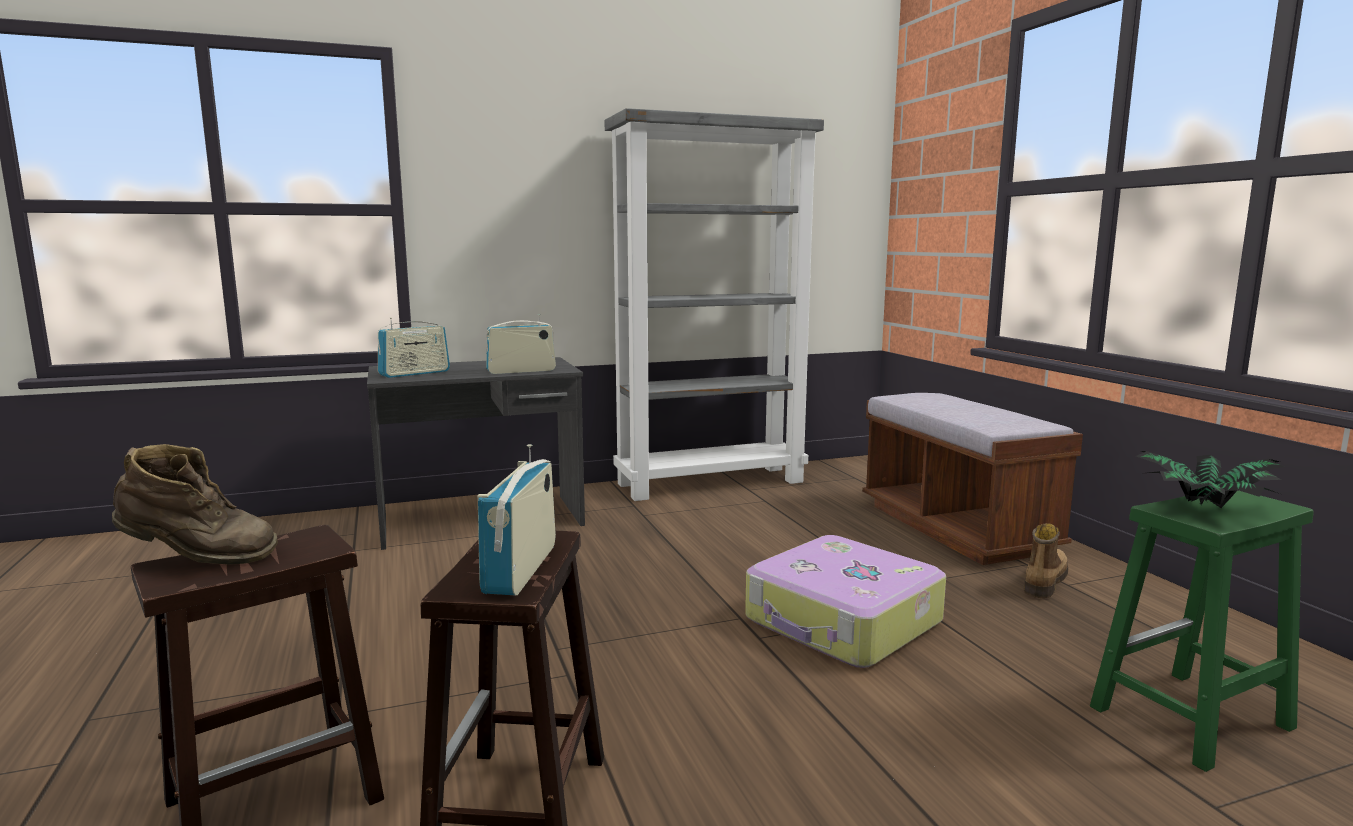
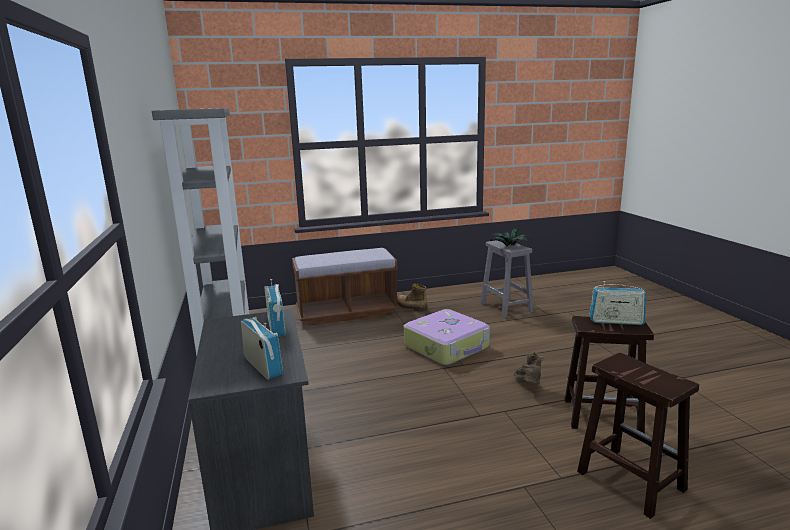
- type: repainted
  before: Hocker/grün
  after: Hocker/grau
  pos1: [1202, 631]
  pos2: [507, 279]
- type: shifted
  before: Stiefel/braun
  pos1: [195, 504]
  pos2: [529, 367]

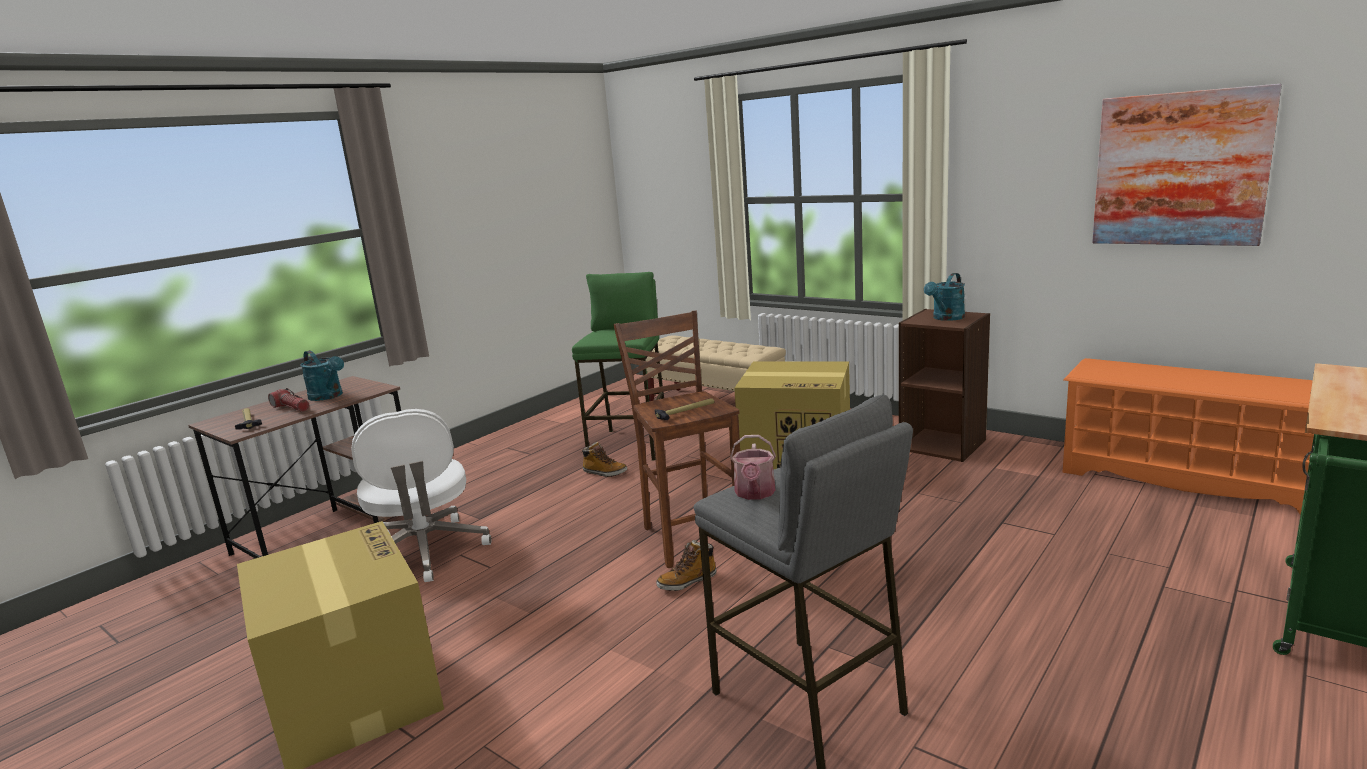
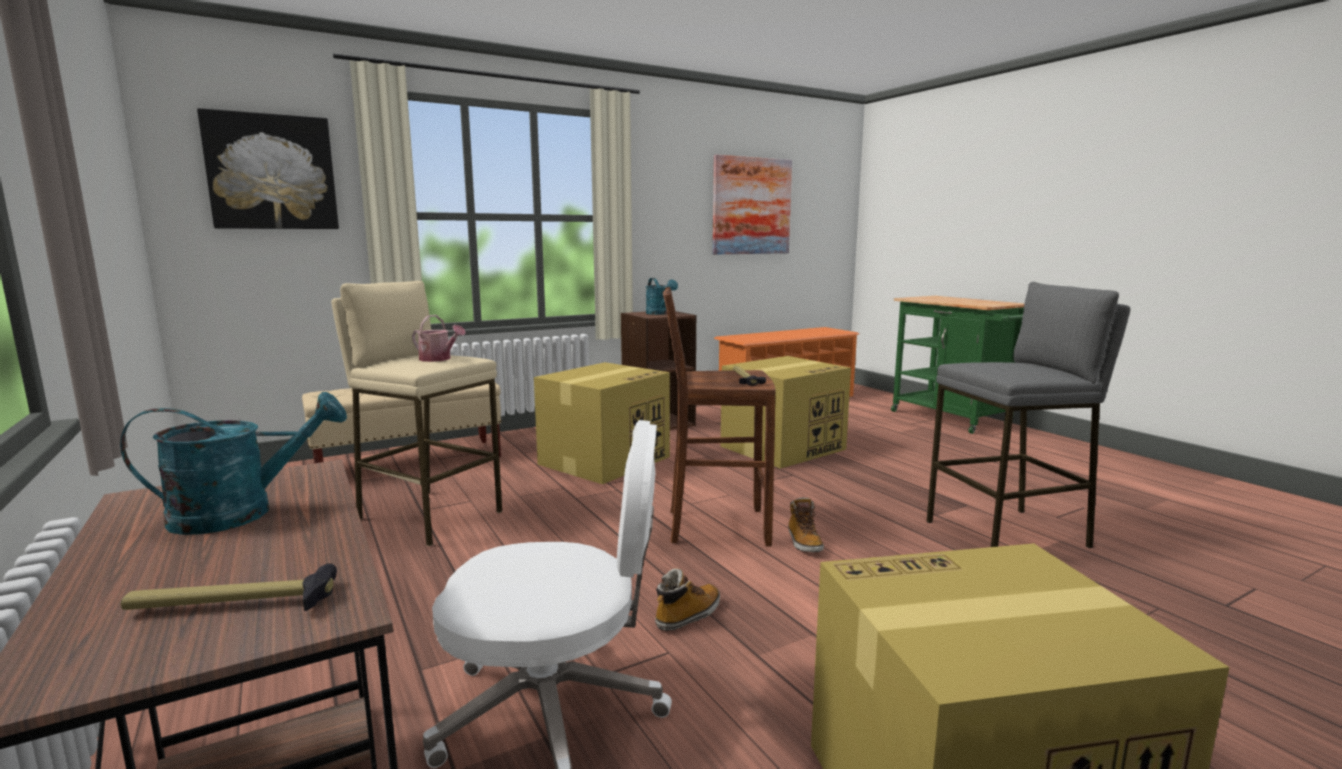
- type: new
  after: Bild
  pos2: [268, 168]
- type: repainted
  before: Hocker/grün
  after: Hocker/beige
  pos1: [618, 366]
  pos2: [416, 413]
- type: shifted
  before: Gießkanne
  pos1: [753, 467]
  pos2: [439, 338]
- type: shifted
  before: Stiefel
  pos1: [604, 459]
  pos2: [687, 599]
- type: new
  after: Karton
  pos2: [785, 412]
- type: gone
  before: Taschenlampe
  pos1: [288, 400]

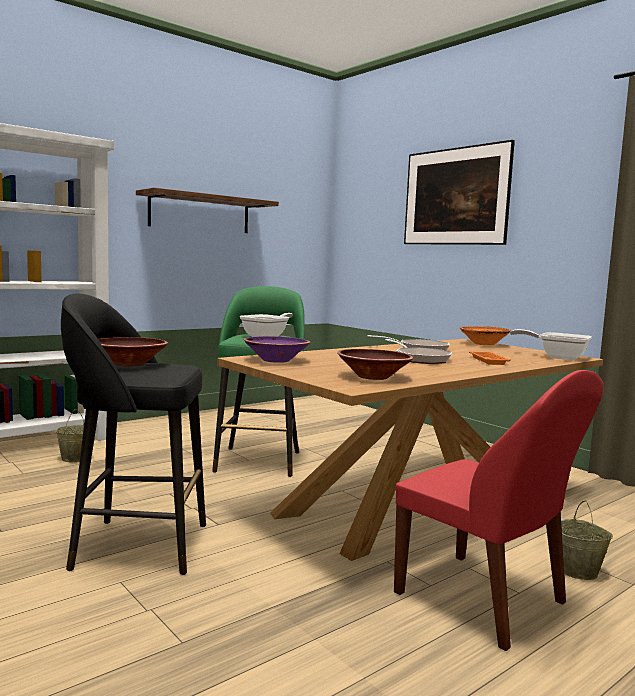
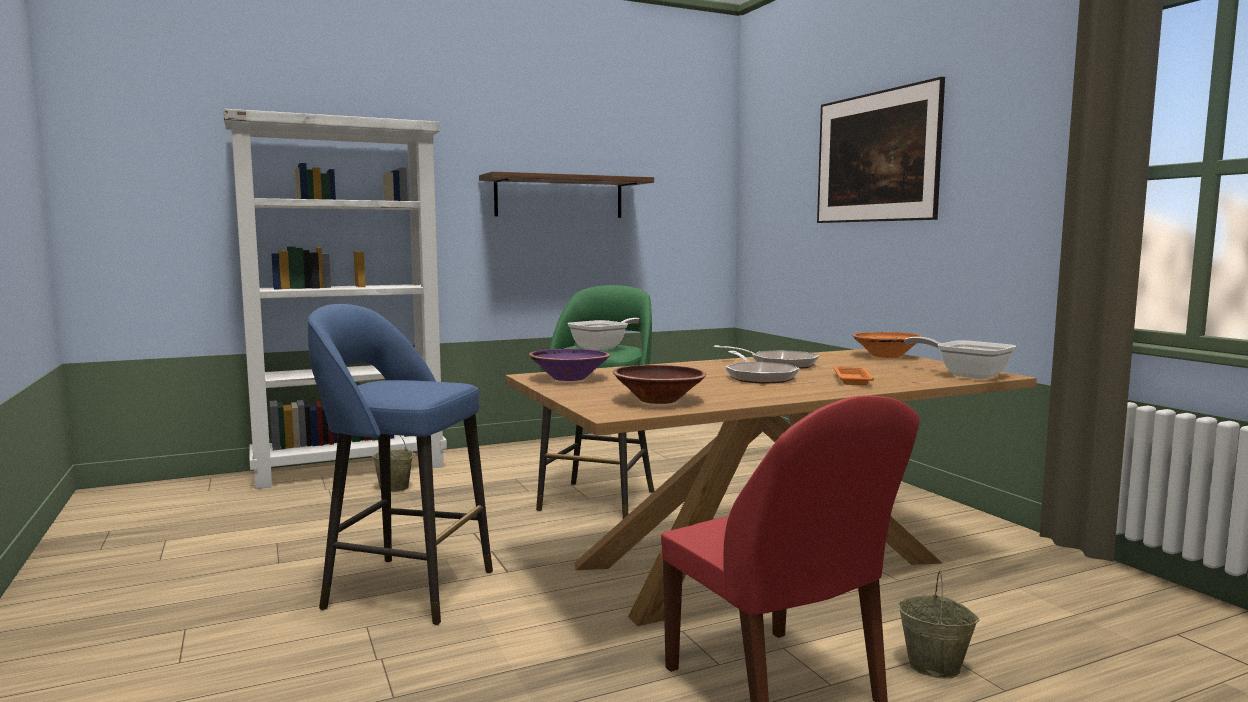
- type: repainted
  before: Hocker/schwarz
  after: Hocker/blau
  pos1: [133, 434]
  pos2: [400, 464]
- type: gone
  before: Schüssel/braun
  pos1: [133, 351]

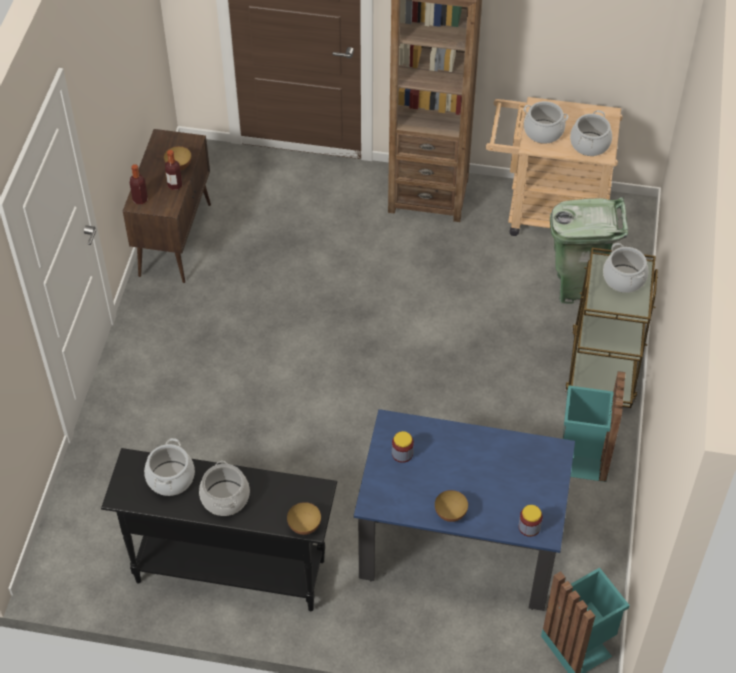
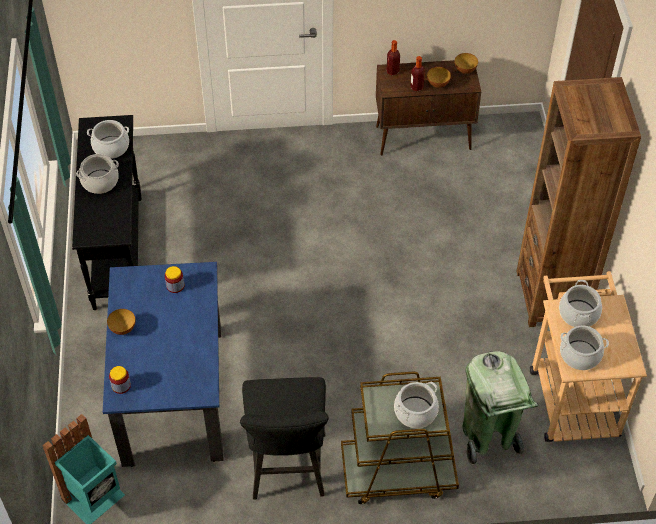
- type: swapped
  before: Mülleimer/türkis
  after: Hocker/schwarz
  pos1: [594, 426]
  pos2: [284, 438]
- type: shifted
  before: Schüssel
  pos1: [304, 518]
  pos2: [466, 63]

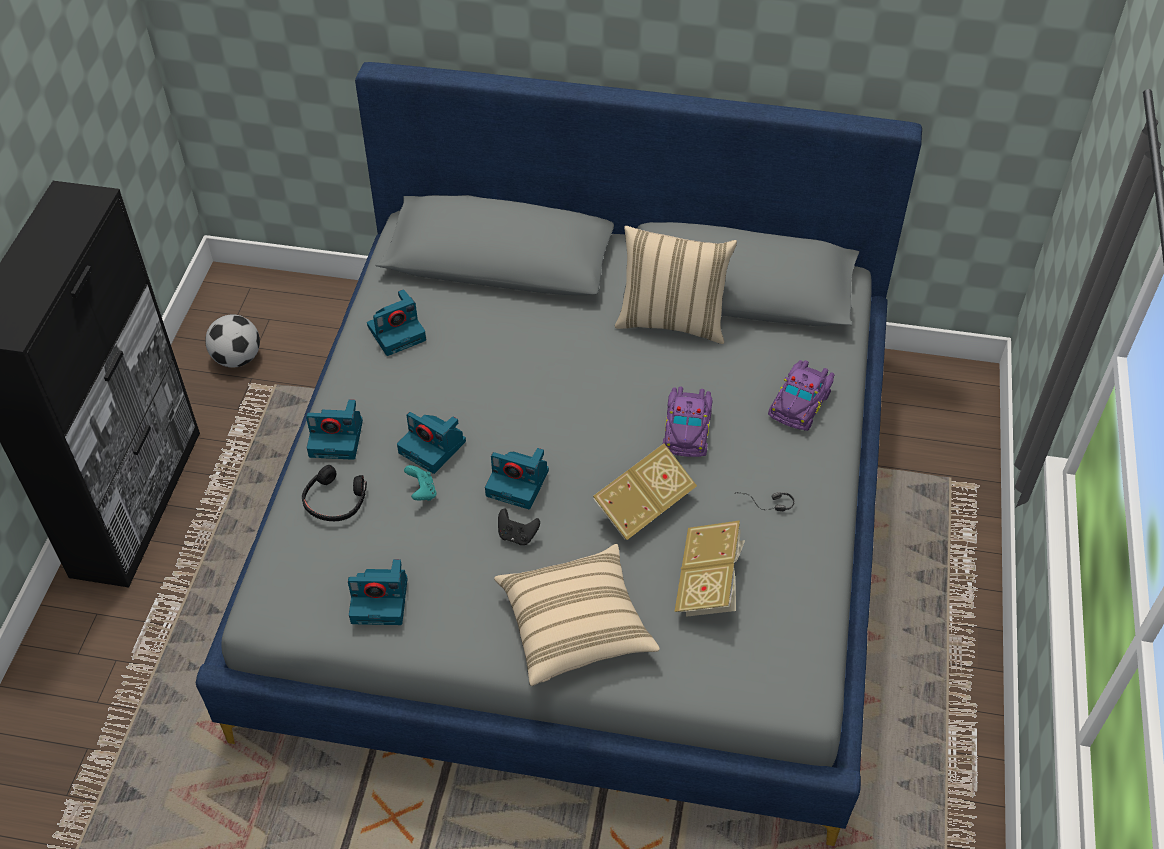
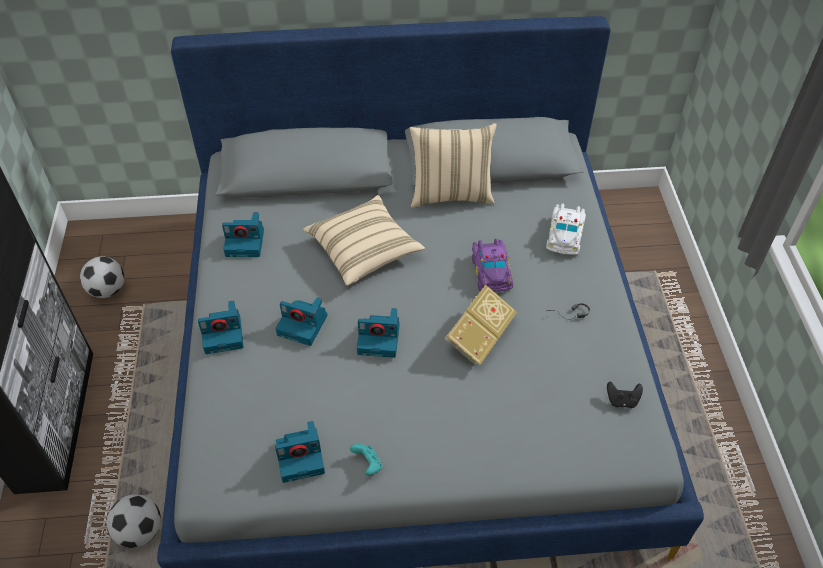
- type: new
  after: Fußball
  pos2: [133, 521]
- type: rotated
  before: Kamera
  pos1: [396, 322]
  pos2: [243, 234]
  turn: 45
- type: shifted
  before: Kissen/beige
  pos1: [577, 615]
  pos2: [364, 240]
- type: shifted
  before: Gamepad/türkis
  pos1: [420, 483]
  pos2: [366, 460]
- type: repainted
  before: Spielzeugauto/lila
  after: Spielzeugauto/weiß
  pos1: [801, 395]
  pos2: [566, 229]
- type: shifted
  before: Gamepad/schwarz
  pos1: [519, 526]
  pos2: [625, 394]
- type: gone
  before: Kopfhörer/schwarz
  pos1: [334, 493]
- type: gone
  before: Buch
  pos1: [709, 568]

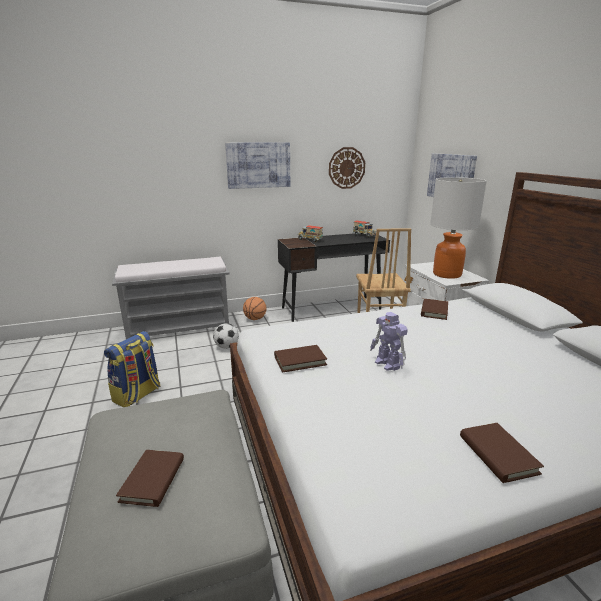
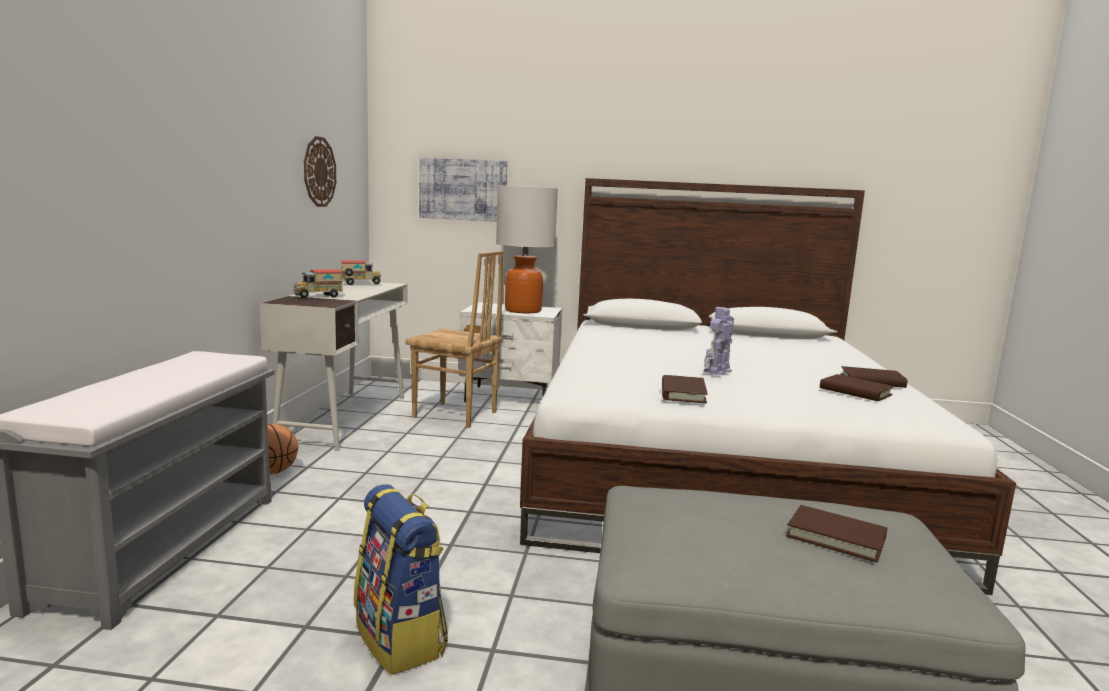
- type: repainted
  before: Schreibtisch/schwarz
  after: Schreibtisch/weiß
  pos1: [334, 277]
  pos2: [333, 366]
- type: rotated
  before: Spielzeugroboter
  pos1: [389, 341]
  pos2: [719, 341]
  turn: 135
- type: shifted
  before: Buch/braun
  pos1: [434, 309]
  pos2: [857, 387]
- type: gone
  before: Fußball
  pos1: [226, 336]
- type: gone
  before: Bild
  pos1: [257, 165]

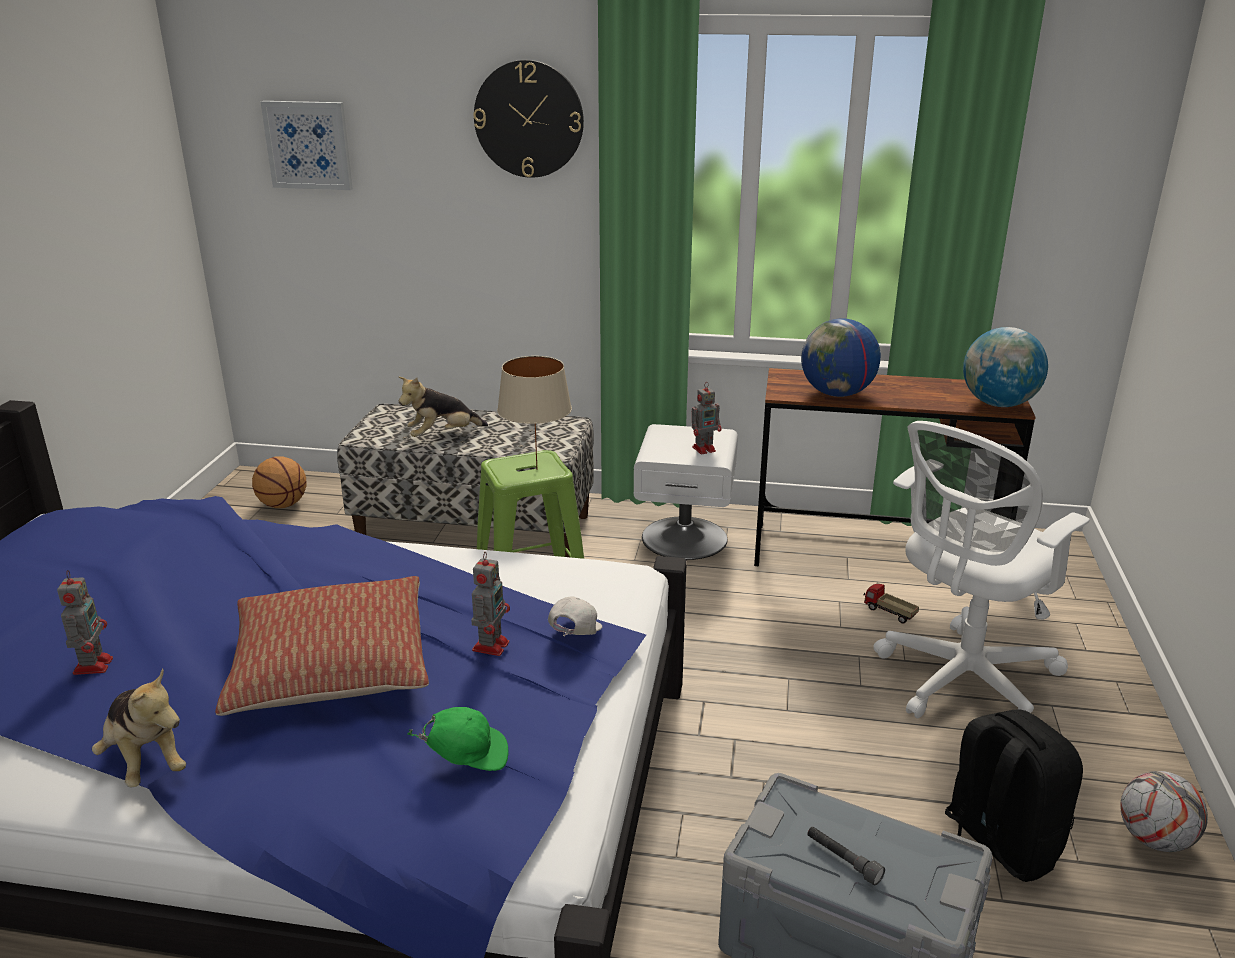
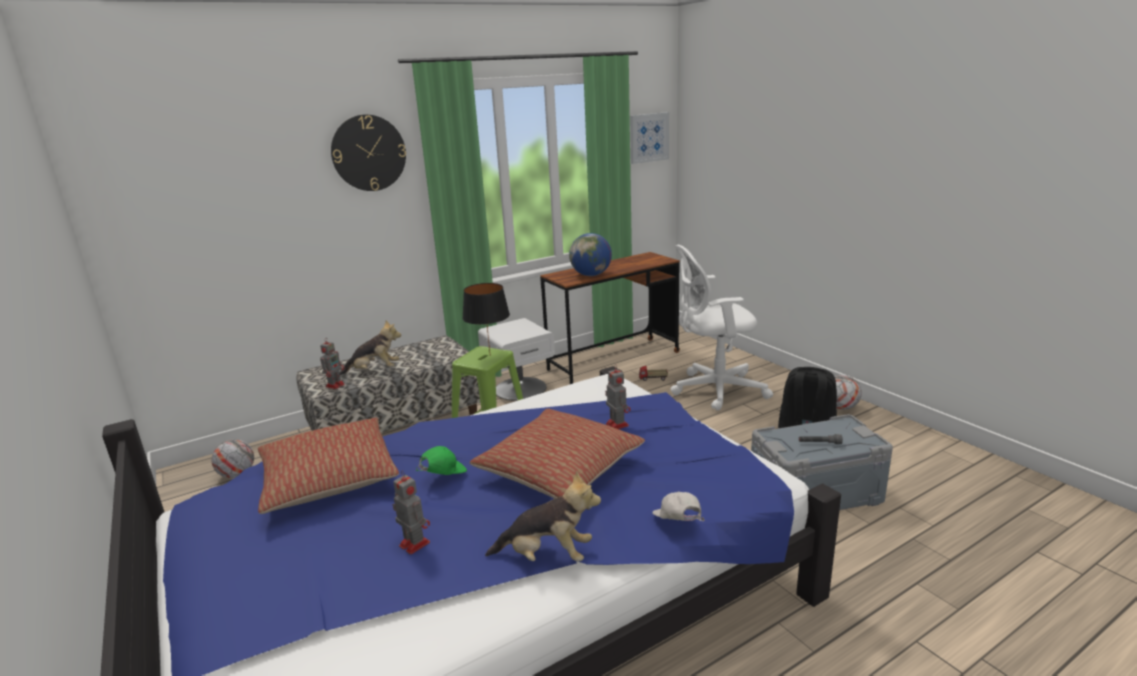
- type: swapped
  before: Basketball
  after: Fußball
  pos1: [279, 482]
  pos2: [233, 458]
- type: new
  after: Kissen
  pos2: [328, 466]
- type: shifted
  before: Spielzeugroboter
  pos1: [706, 418]
  pos2: [332, 363]
- type: rotated
  before: Plüschtier
  pos1: [443, 407]
  pos2: [370, 347]
  turn: -120
- type: shifted
  before: Kappe/grün
  pos1: [457, 739]
  pos2: [441, 460]
- type: repainted
  before: Tischlampe/beige
  after: Tischlampe/schwarz
  pos1: [534, 413]
  pos2: [486, 319]
- type: shifted
  before: Bild
  pos1: [307, 145]
  pos2: [649, 138]
- type: shifted
  before: Kappe/weiß
  pos1: [575, 616]
  pos2: [678, 506]
- type: rotated
  before: Bürostuhl/weiß
  pos1: [981, 569]
  pos2: [722, 328]
  turn: 75
- type: gone
  before: Globus
  pos1: [1005, 367]

